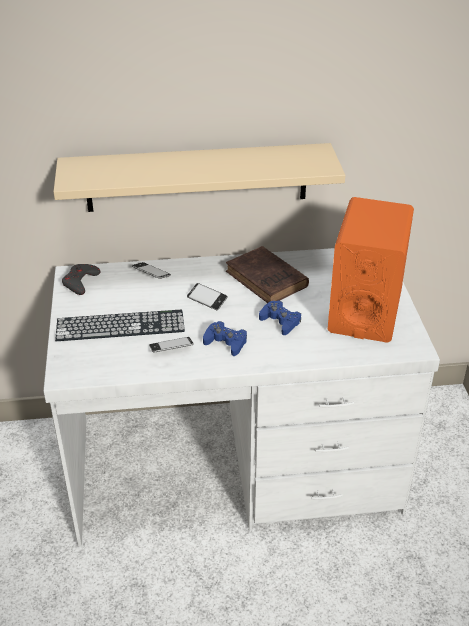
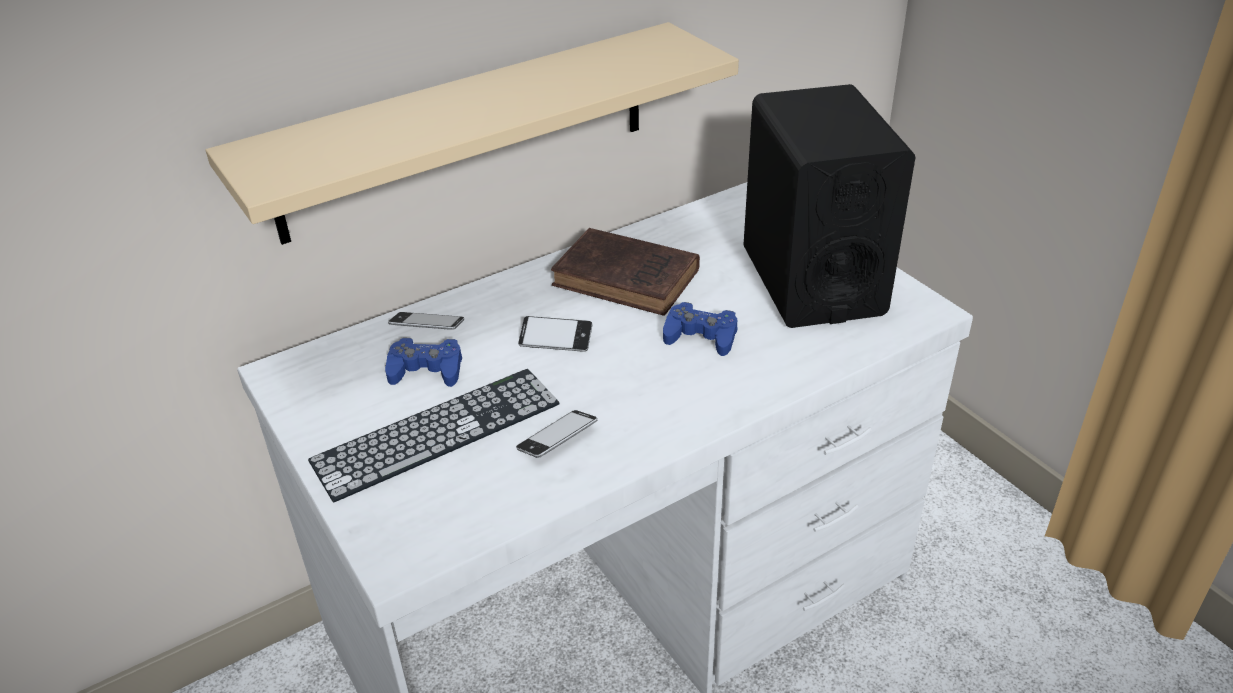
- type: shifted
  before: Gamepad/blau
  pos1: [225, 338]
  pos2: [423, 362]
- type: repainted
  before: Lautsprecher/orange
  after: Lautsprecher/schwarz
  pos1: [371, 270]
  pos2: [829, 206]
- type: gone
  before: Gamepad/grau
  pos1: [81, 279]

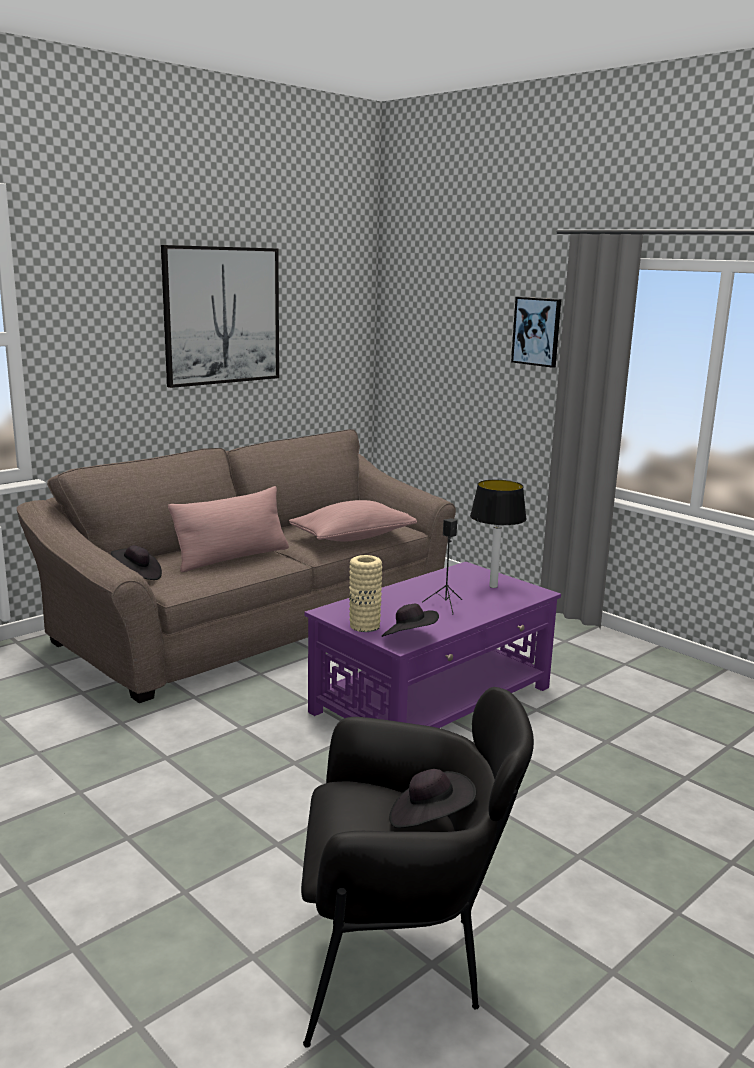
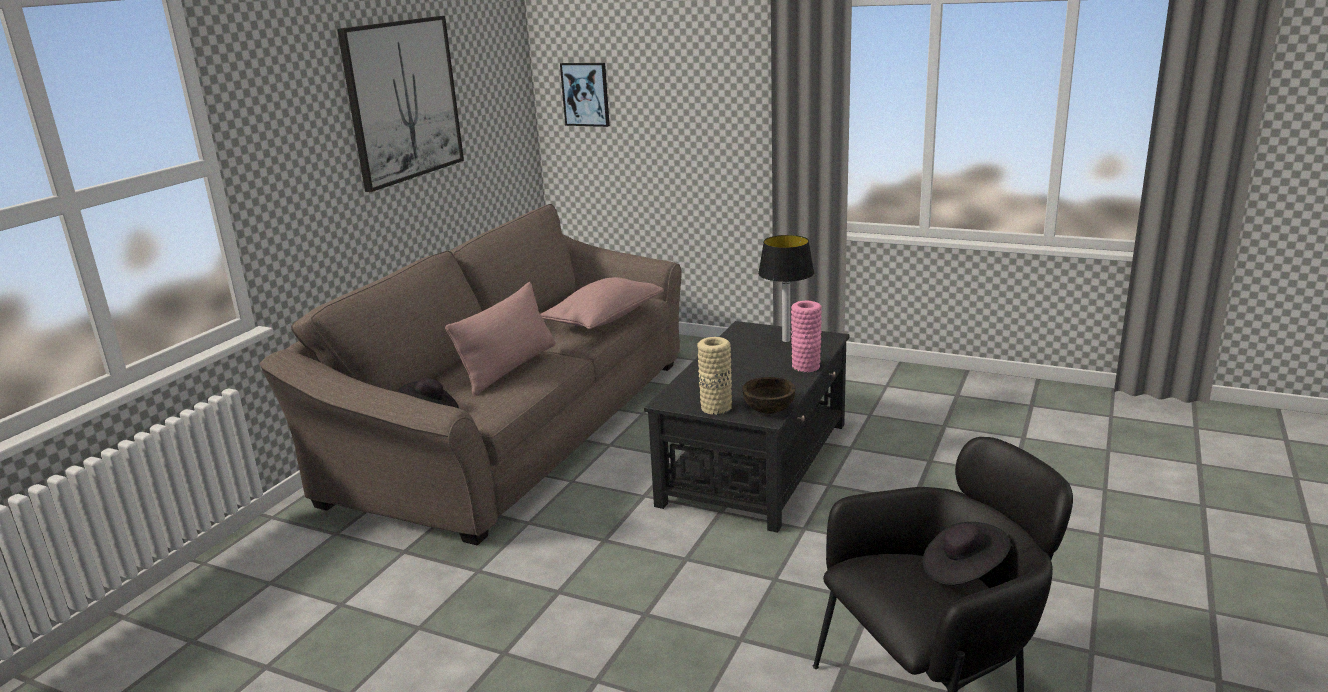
- type: shifted
  before: Bild
  pos1: [536, 332]
  pos2: [585, 95]
- type: repainted
  before: Couchtisch/lila
  after: Couchtisch/schwarz
  pos1: [432, 645]
  pos2: [747, 427]
- type: swapped
  before: Hut/schwarz
  after: Schüssel/braun
  pos1: [410, 620]
  pos2: [769, 395]
- type: new
  after: Vase/rosa
  pos2: [806, 336]
- type: gone
  before: Lautsprecher/schwarz
  pos1: [442, 565]

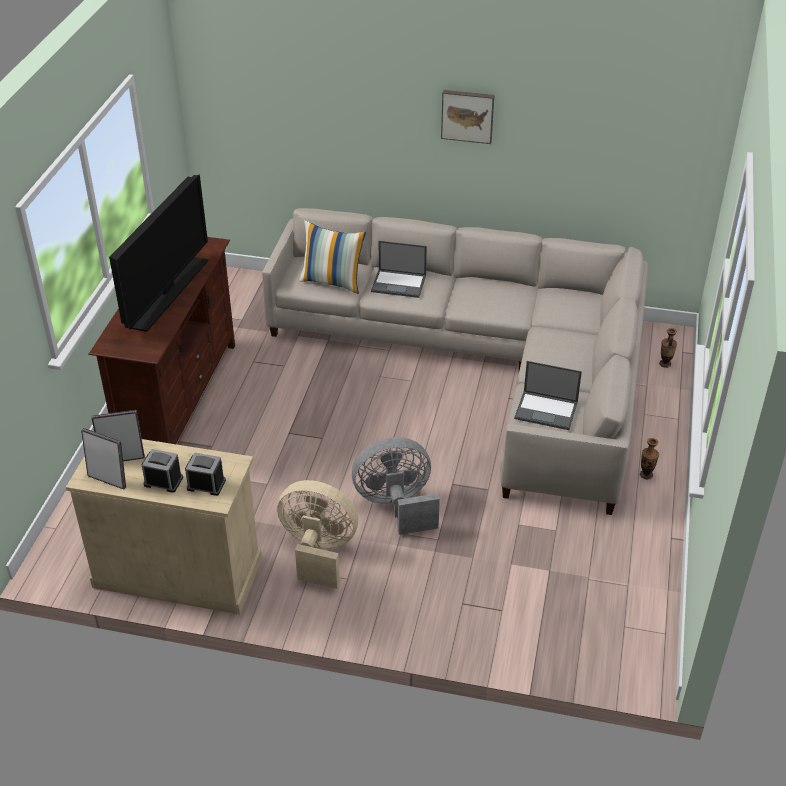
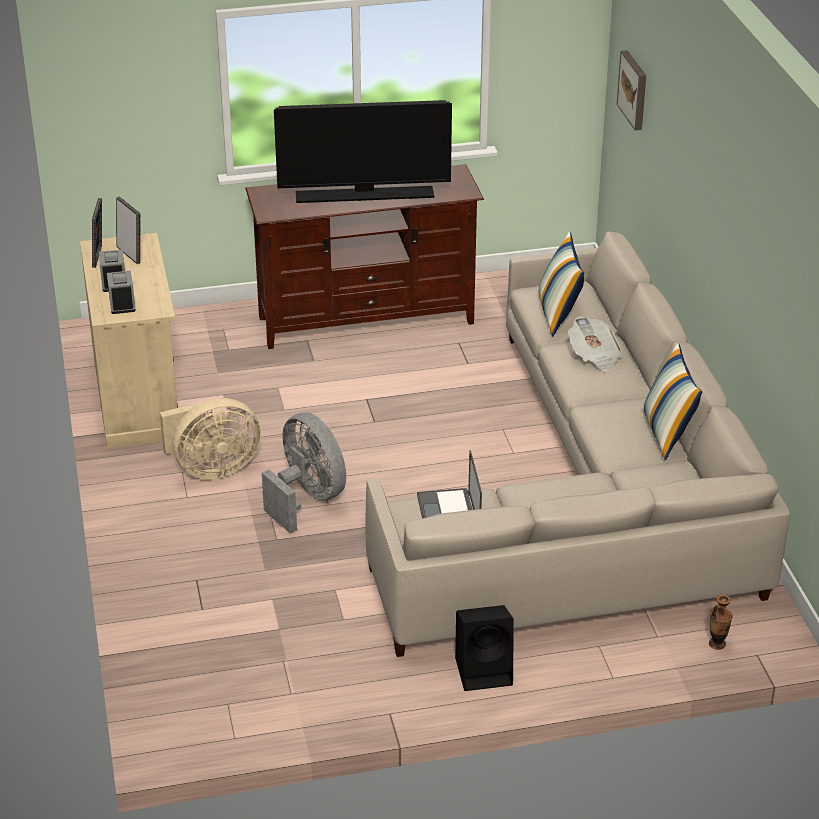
- type: rotated
  before: Ventilator/beige
  pos1: [317, 534]
  pos2: [210, 438]
  turn: 75
- type: swapped
  before: Vase
  after: Lautsprecher/schwarz
  pos1: [649, 459]
  pos2: [484, 648]
- type: swapped
  before: Laptop
  after: Zeitung
  pos1: [399, 269]
  pos2: [595, 344]
- type: shifted
  before: Bild
  pos1: [467, 117]
  pos2: [631, 90]
- type: new
  after: Kissen
  pos2: [672, 401]

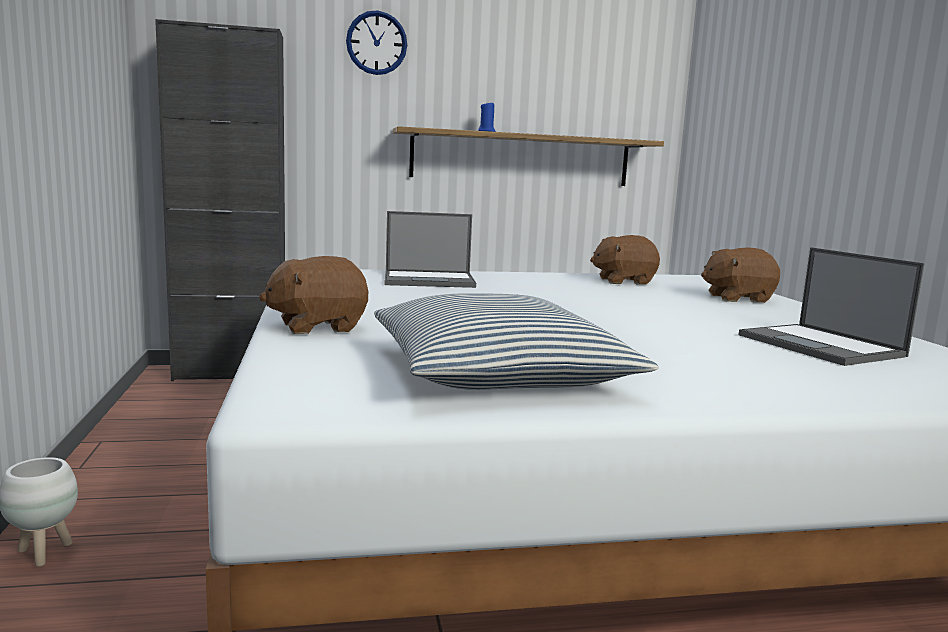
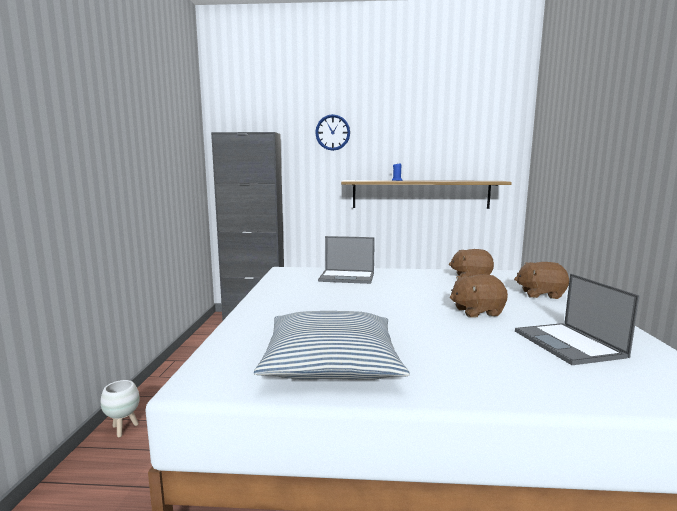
- type: shifted
  before: Plüschtier/braun
  pos1: [313, 295]
  pos2: [479, 295]

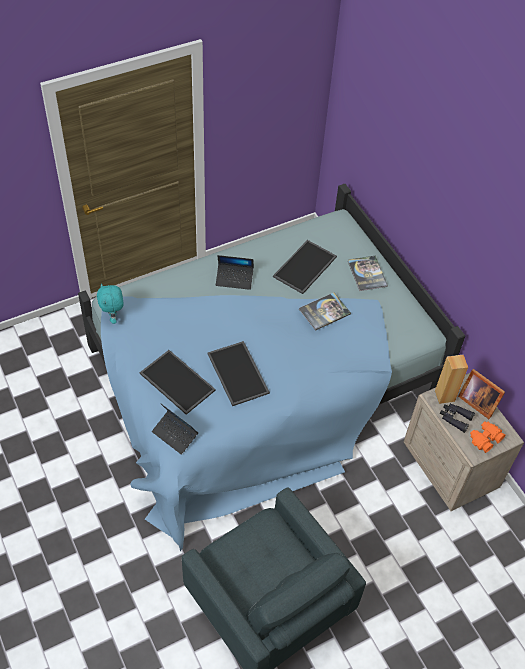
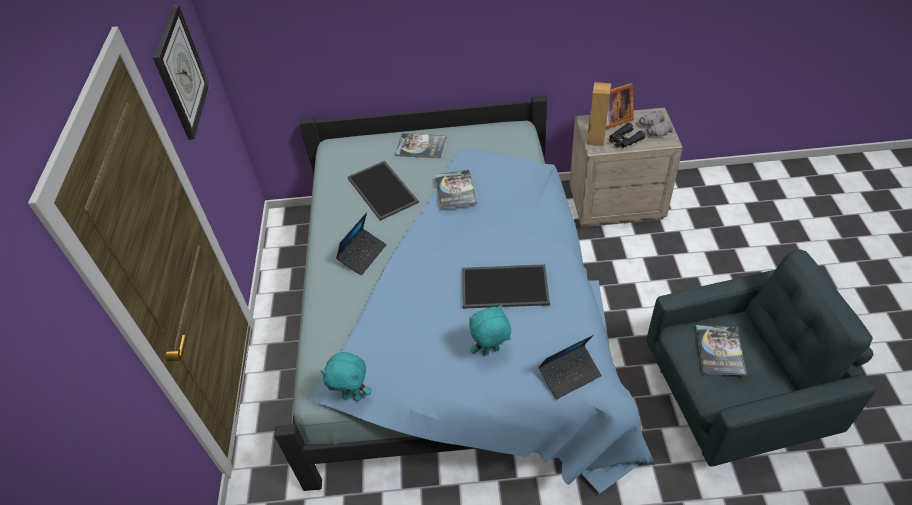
- type: new
  after: Wanduhr
  pos2: [181, 72]
- type: swapped
  before: Tablett
  after: Plüschtier/türkis
  pos1: [178, 382]
  pos2: [490, 330]
- type: repainted
  before: Fernglas/orange
  after: Fernglas/grau
  pos1: [487, 437]
  pos2: [656, 123]
- type: new
  after: Buch
  pos2: [721, 350]

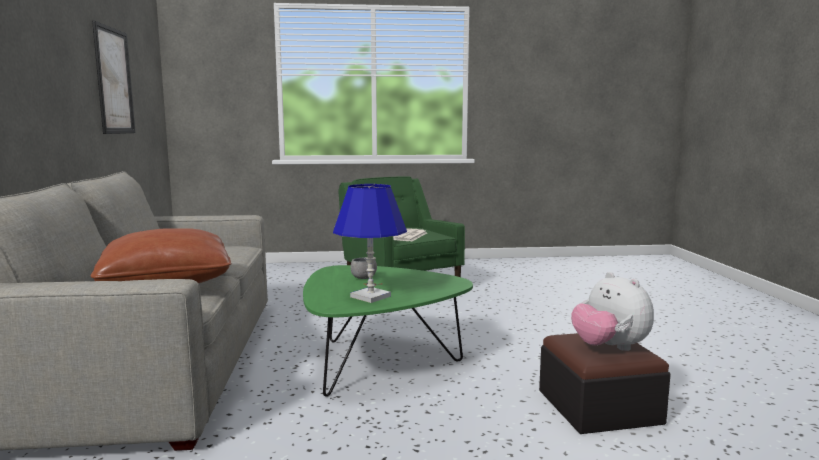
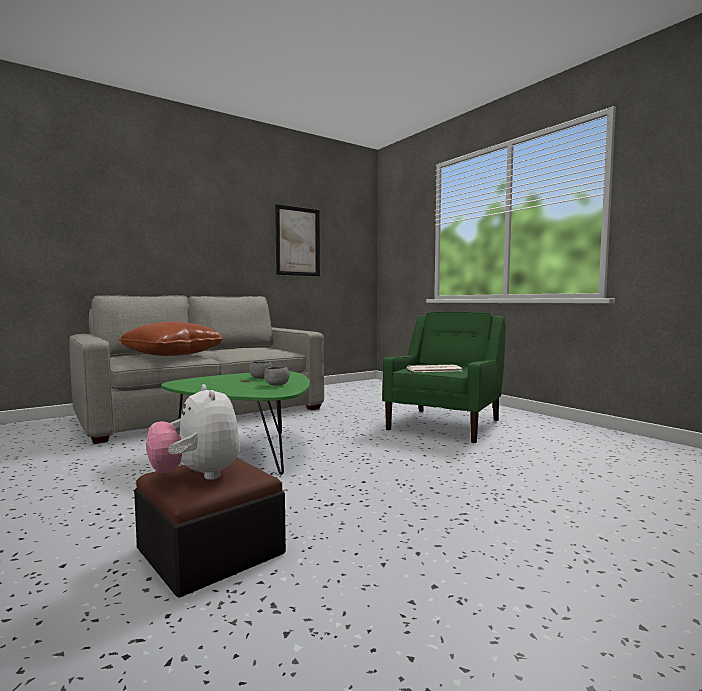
- type: rotated
  before: Plüschtier
  pos1: [612, 311]
  pos2: [193, 432]
  turn: -60
- type: new
  after: Schüssel/grau
  pos2: [277, 376]
- type: gone
  before: Tischlampe/blau
  pos1: [370, 243]

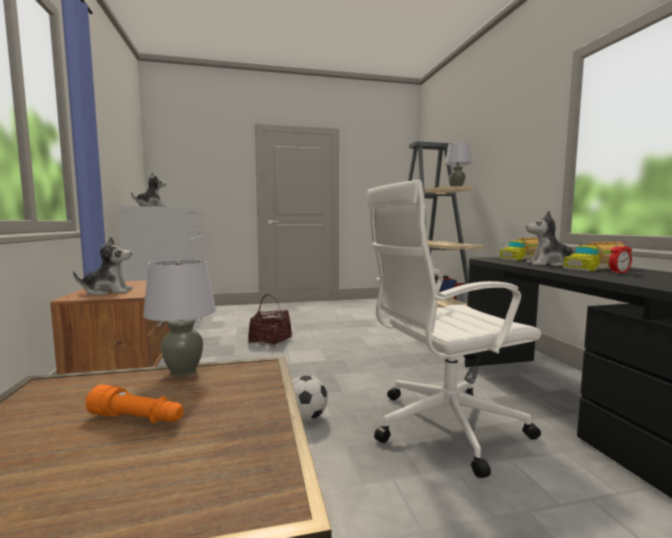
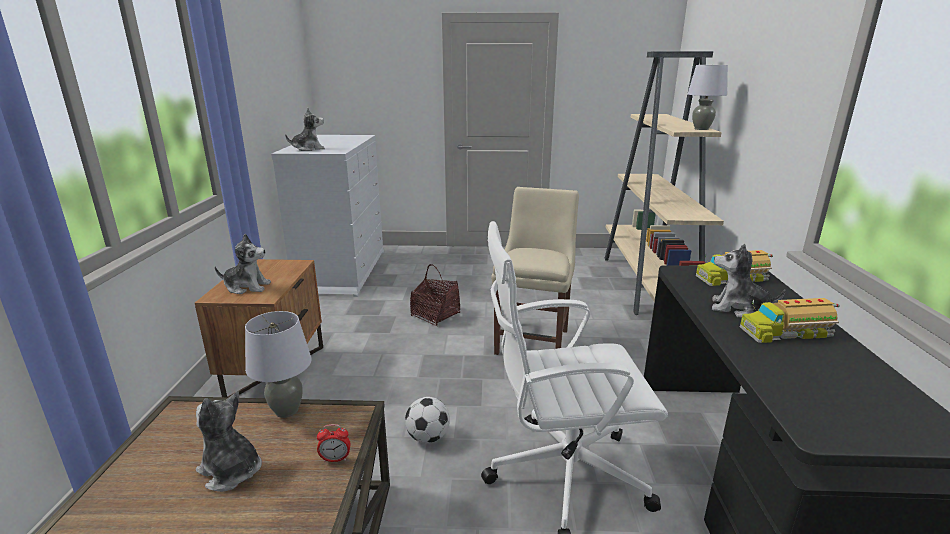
- type: swapped
  before: Taschenlampe/orange
  after: Plüschtier
  pos1: [135, 403]
  pos2: [229, 441]
- type: shifted
  before: Wecker
  pos1: [620, 257]
  pos2: [334, 443]
- type: new
  after: Stuhl/beige
  pos2: [535, 271]

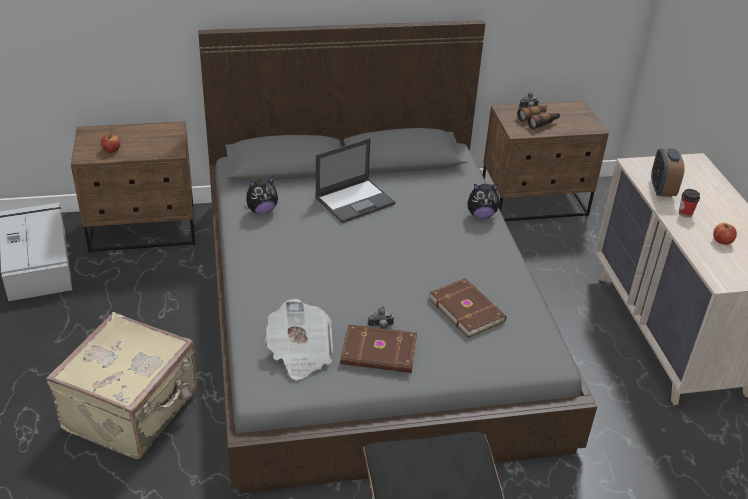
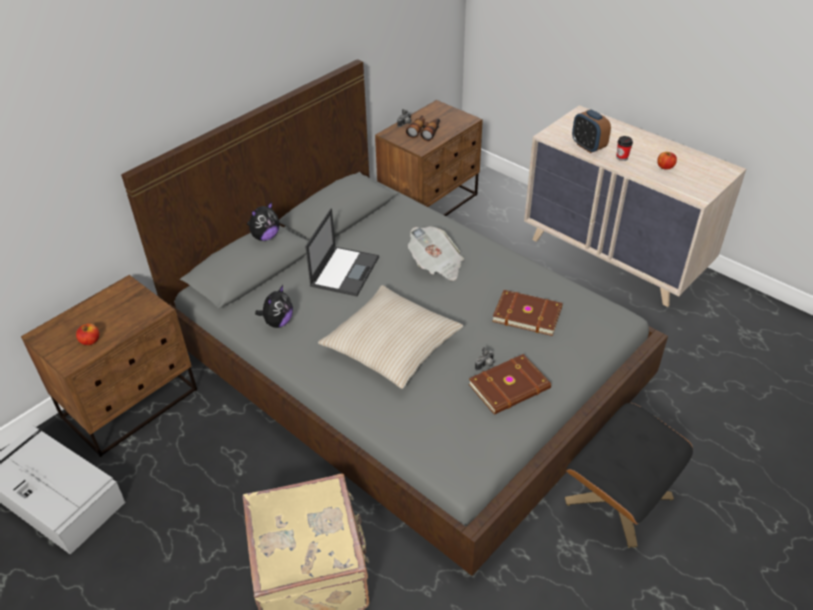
- type: shifted
  before: Plüschtier
  pos1: [483, 201]
  pos2: [263, 221]
- type: new
  after: Kissen/beige
  pos2: [391, 337]
- type: shifted
  before: Zeitung
  pos1: [299, 339]
  pos2: [436, 253]

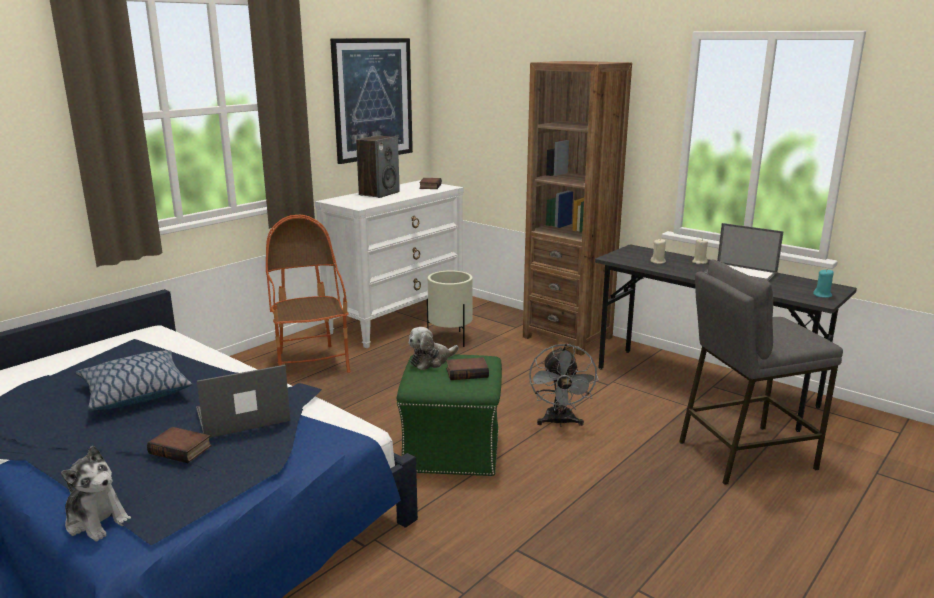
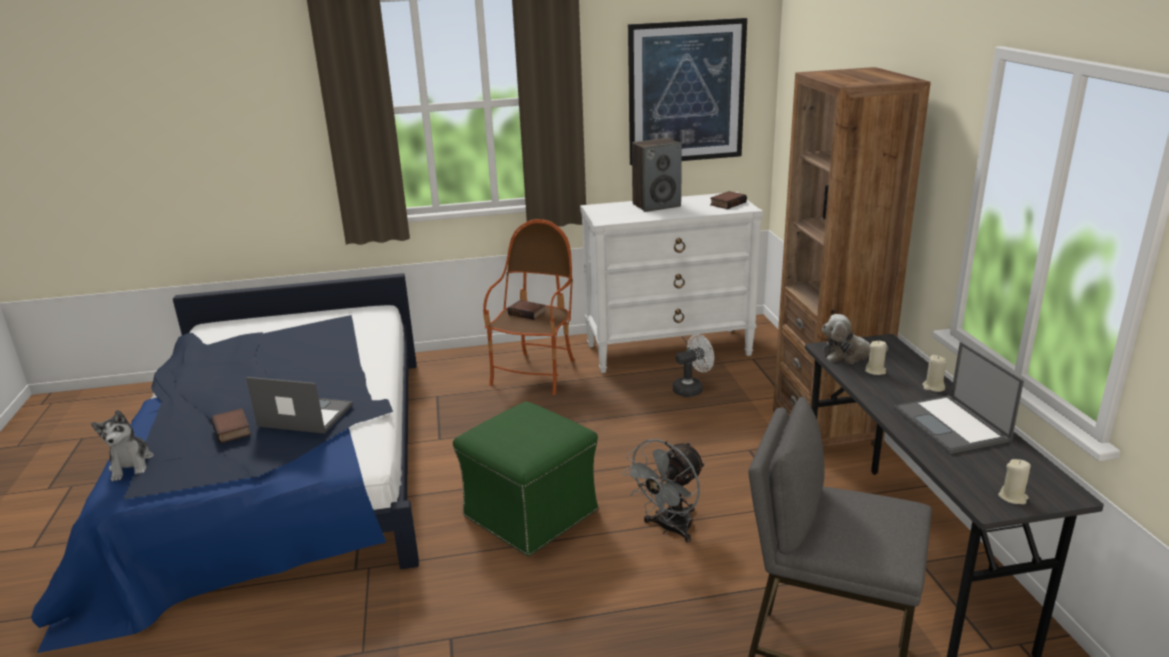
- type: shifted
  before: Buch
  pos1: [467, 368]
  pos2: [527, 310]
- type: swapped
  before: Pflanzkübel/beige
  after: Ventilator/weiß
  pos1: [450, 308]
  pos2: [693, 365]
- type: shifted
  before: Plüschtier
  pos1: [433, 348]
  pos2: [855, 339]
- type: repainted
  before: Kerze/türkis
  after: Kerze/beige
  pos1: [823, 284]
  pos2: [1014, 481]
- type: gone
  before: Kissen
  pos1: [133, 380]

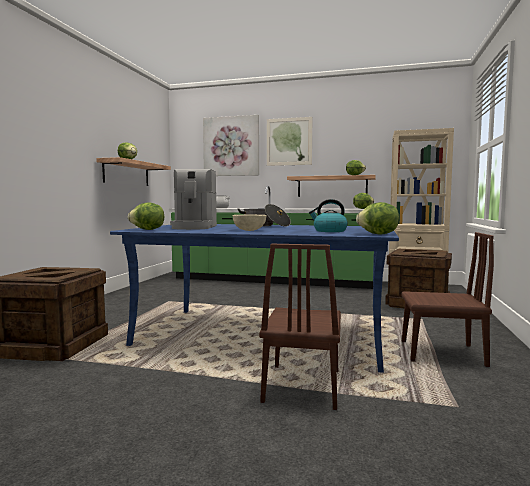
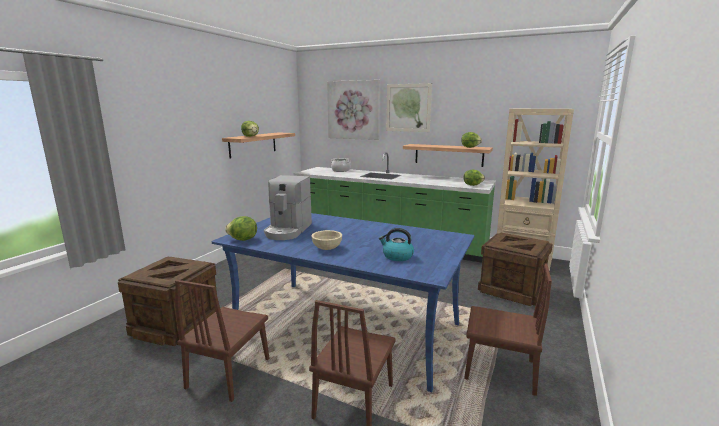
- type: new
  after: Stuhl/braun
  pos2: [222, 341]
- type: gone
  before: Kochtopf
  pos1: [264, 215]
- type: gone
  before: Salatkopf
  pos1: [377, 218]

